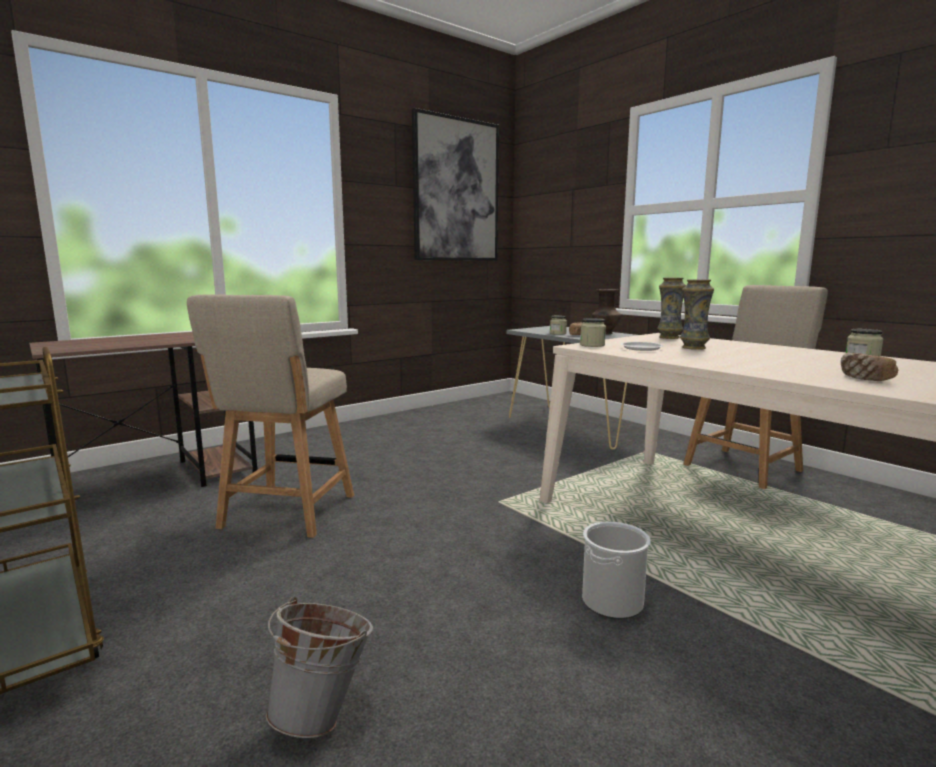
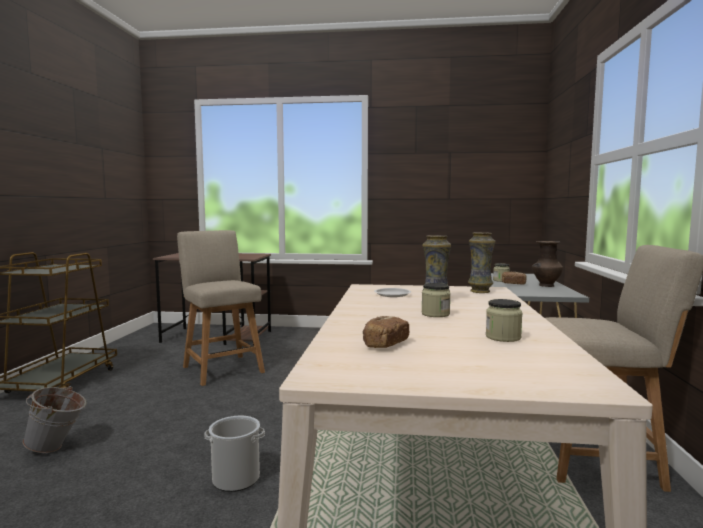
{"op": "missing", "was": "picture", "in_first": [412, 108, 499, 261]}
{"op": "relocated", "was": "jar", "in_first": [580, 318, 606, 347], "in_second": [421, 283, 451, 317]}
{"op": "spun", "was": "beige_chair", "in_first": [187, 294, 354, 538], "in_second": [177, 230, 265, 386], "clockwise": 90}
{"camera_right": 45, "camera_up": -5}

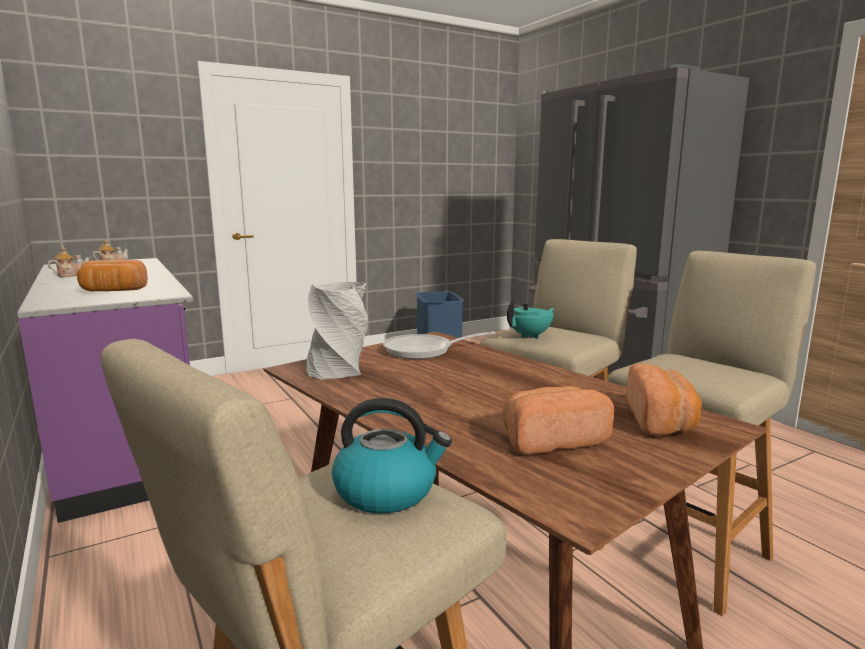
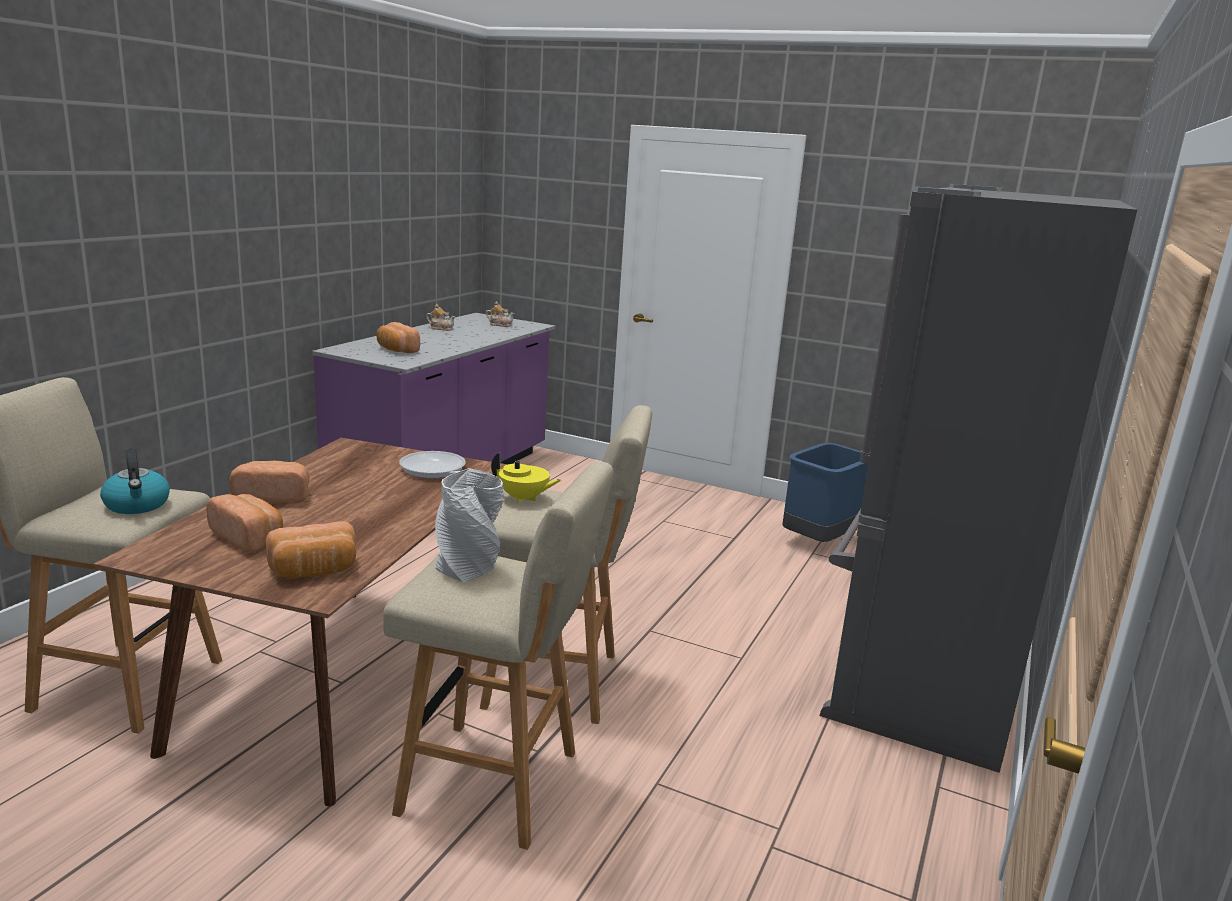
{"op": "appeared", "now": "bread", "in_second": [229, 461, 309, 504]}
{"op": "relocated", "was": "grey_vase", "in_first": [307, 282, 368, 380], "in_second": [435, 468, 503, 582]}
{"op": "colour", "was": "turquoise_teapot", "now": "yellow_teapot", "in_first": [507, 300, 554, 339], "in_second": [491, 452, 561, 503]}
{"camera_right": 55, "camera_up": 5}

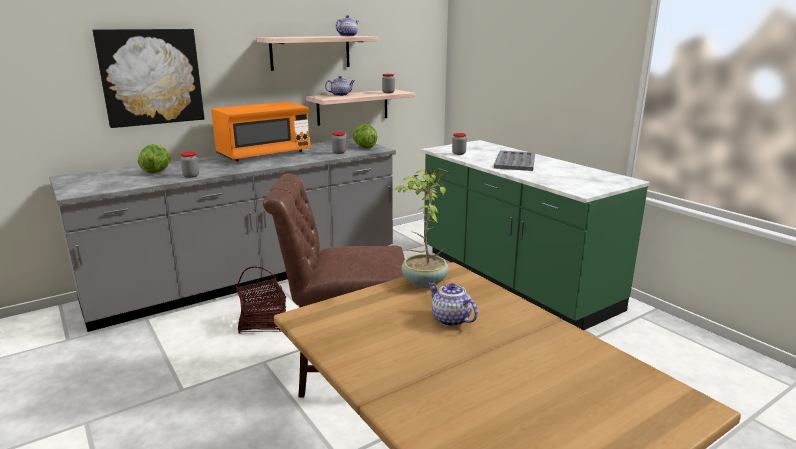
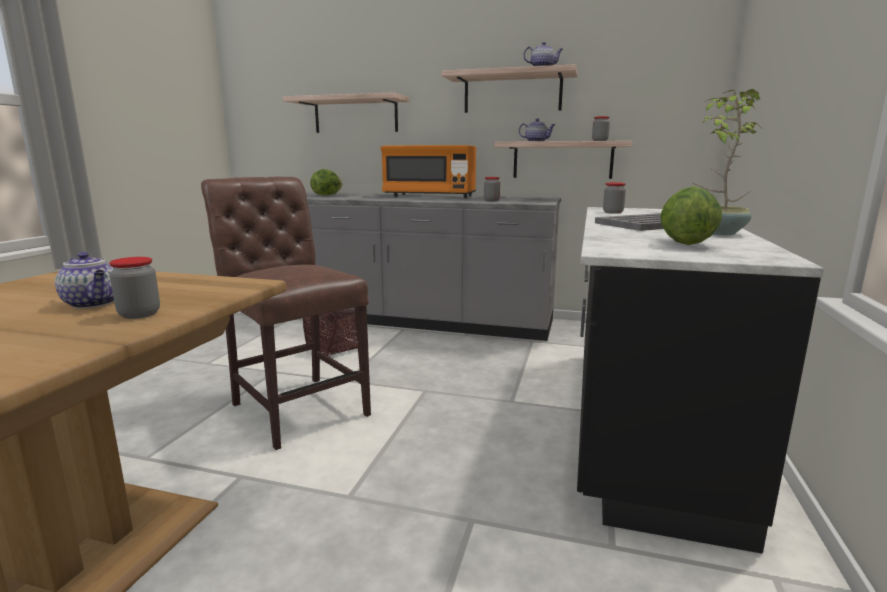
{"op": "relocated", "was": "jar", "in_first": [180, 152, 199, 178], "in_second": [109, 257, 160, 319]}
{"op": "relocated", "was": "lettuce", "in_first": [353, 124, 377, 148], "in_second": [660, 186, 722, 245]}
{"op": "relocated", "was": "potted_plant", "in_first": [395, 169, 449, 288], "in_second": [692, 89, 761, 235]}
{"op": "exchanged", "was": "picture", "now": "shelf", "in_first": [92, 29, 204, 128], "in_second": [283, 92, 409, 133]}
{"op": "colour", "was": "green_counter", "now": "black_counter", "in_first": [421, 140, 650, 330], "in_second": [577, 207, 824, 554]}
{"op": "spun", "was": "teapot", "in_first": [428, 282, 478, 327], "in_second": [55, 252, 114, 308], "clockwise": 120}
{"camera_right": 50, "camera_up": -5}

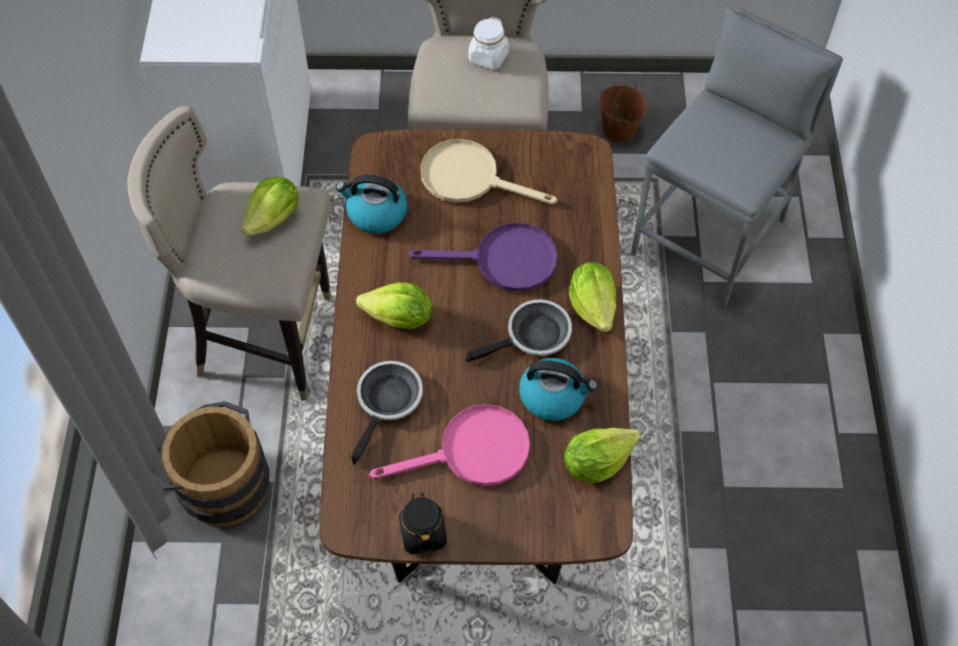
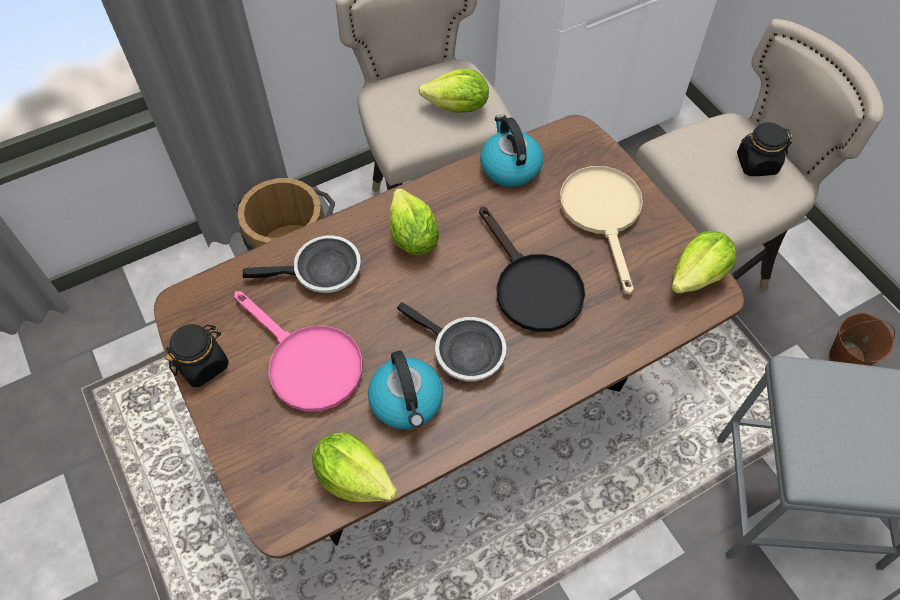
{"op": "relocated", "was": "lettuce", "in_first": [569, 262, 616, 332], "in_second": [671, 231, 736, 293]}
{"op": "colour", "was": "purple_frying_pan", "now": "black_frying_pan", "in_first": [408, 223, 558, 292], "in_second": [479, 206, 585, 332]}
{"op": "colour", "was": "white_jar", "now": "black_jar", "in_first": [469, 17, 509, 70], "in_second": [737, 122, 792, 176]}
{"camera_right": 60, "camera_up": 0}

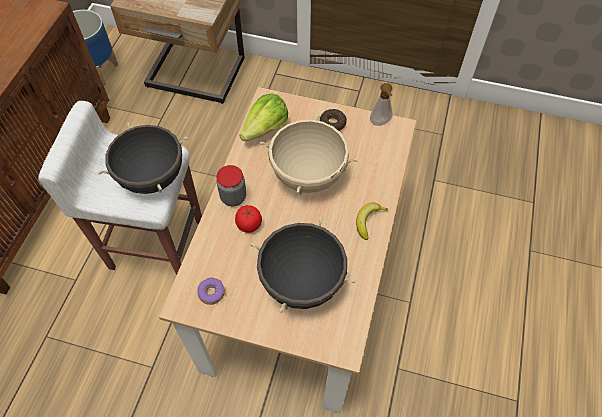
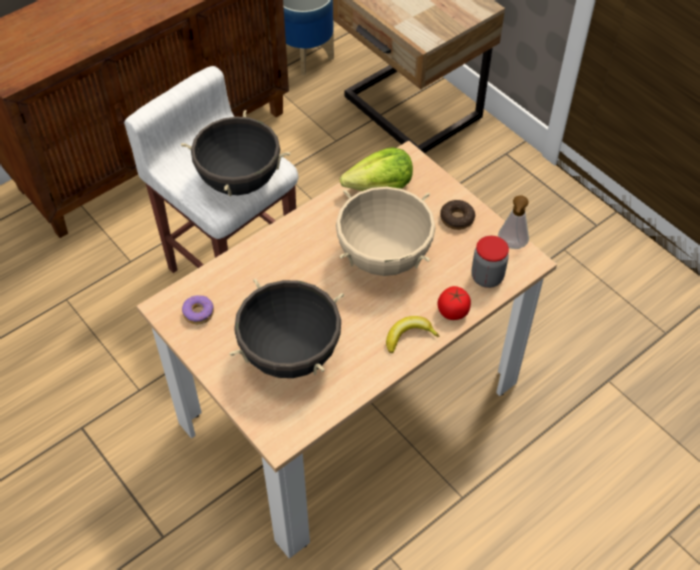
{"op": "relocated", "was": "jar", "in_first": [216, 165, 246, 206], "in_second": [471, 236, 509, 288]}
{"op": "relocated", "was": "tomato", "in_first": [235, 205, 262, 233], "in_second": [437, 286, 471, 320]}
{"camera_right": 35, "camera_up": -5}

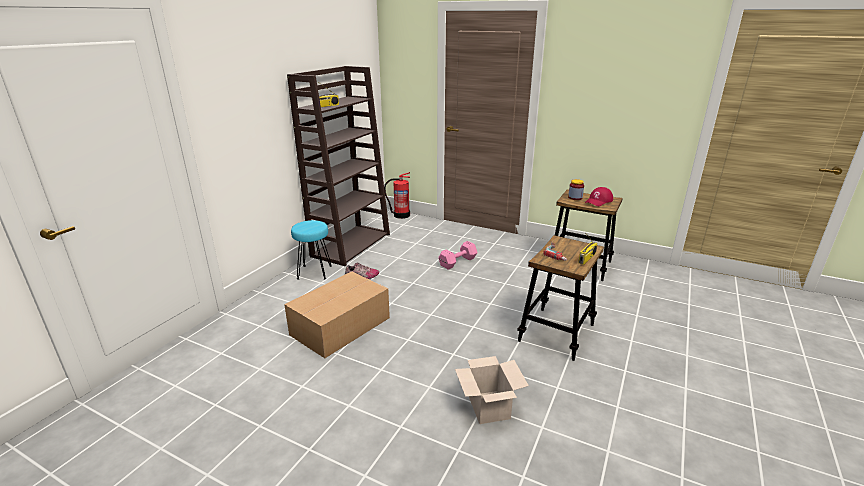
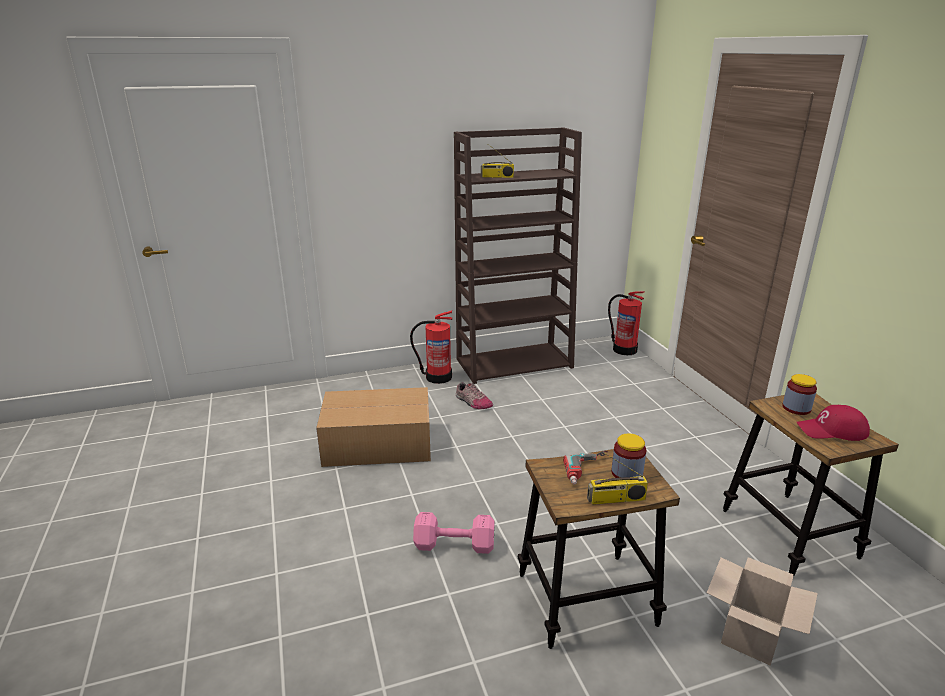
{"op": "appeared", "now": "jar", "in_second": [611, 434, 646, 478]}
{"op": "relocated", "was": "pink_dumbbell", "in_first": [438, 241, 477, 270], "in_second": [413, 512, 495, 554]}
{"op": "relocated", "was": "cardboard_box", "in_first": [455, 356, 529, 424], "in_second": [707, 557, 818, 666]}
{"op": "exchanged", "was": "turquoise_stool", "now": "fire_extinguisher", "in_first": [291, 220, 332, 280], "in_second": [410, 310, 452, 384]}
{"camera_right": 45, "camera_up": 0}

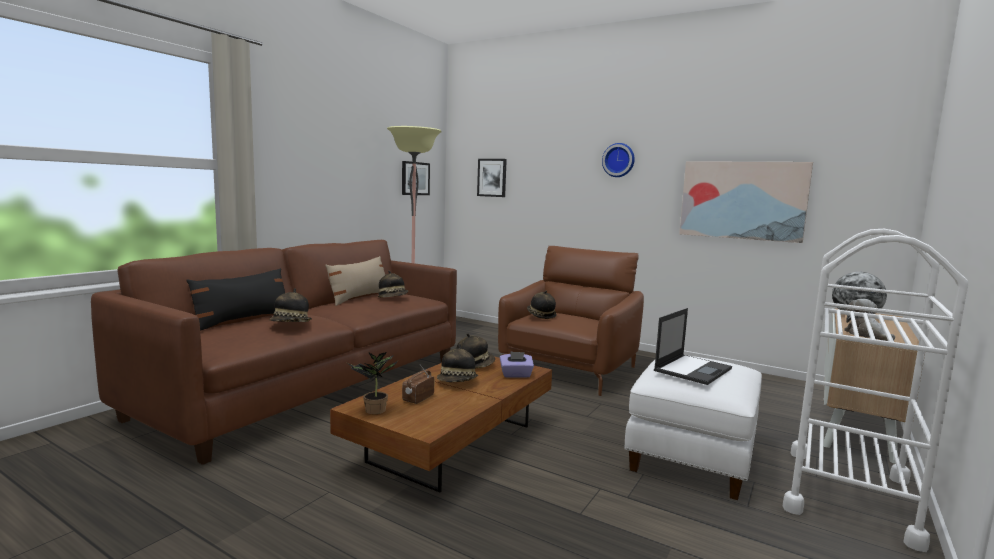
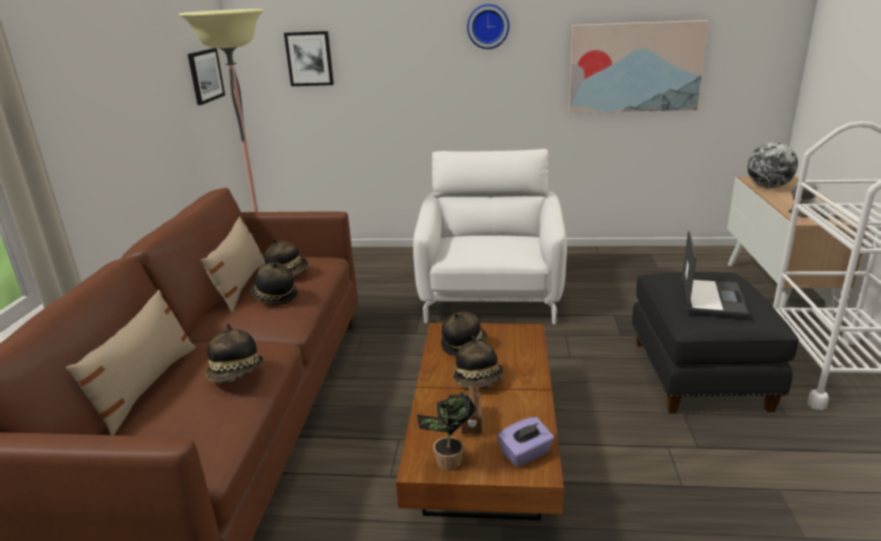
{"op": "relocated", "was": "purple_tissue_box", "in_first": [500, 351, 534, 378], "in_second": [497, 417, 554, 467]}
{"op": "relocated", "was": "hat", "in_first": [527, 291, 557, 319], "in_second": [251, 262, 298, 305]}
{"op": "colour", "was": "black_pillow", "now": "beige_pillow", "in_first": [186, 268, 285, 331], "in_second": [66, 290, 196, 435]}
{"op": "colour", "was": "brown_armchair", "now": "white_armchair", "in_first": [498, 246, 644, 396], "in_second": [413, 149, 567, 325]}
{"op": "colour", "was": "white_ottoman", "now": "black_ottoman", "in_first": [624, 356, 762, 500], "in_second": [632, 272, 799, 413]}
{"camera_right": -25, "camera_up": 15}

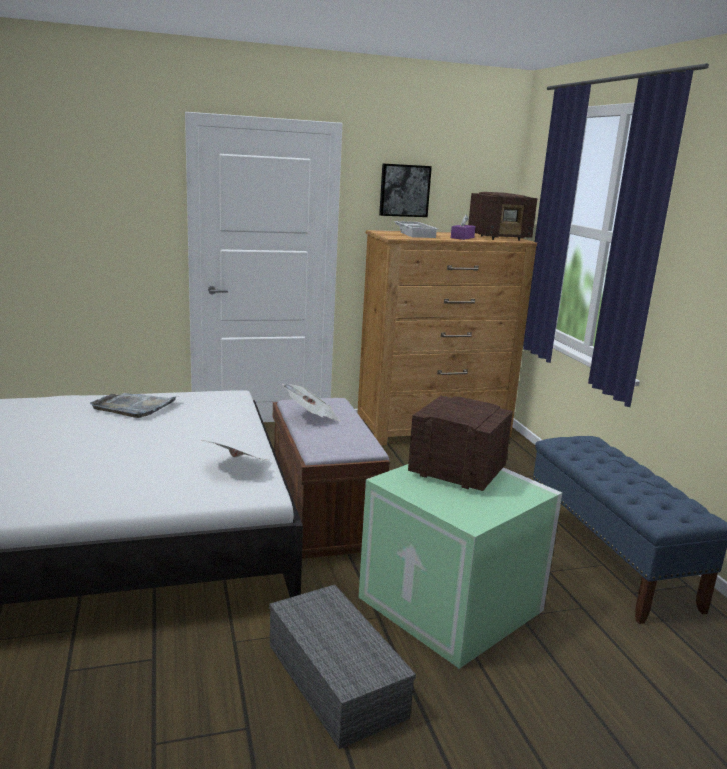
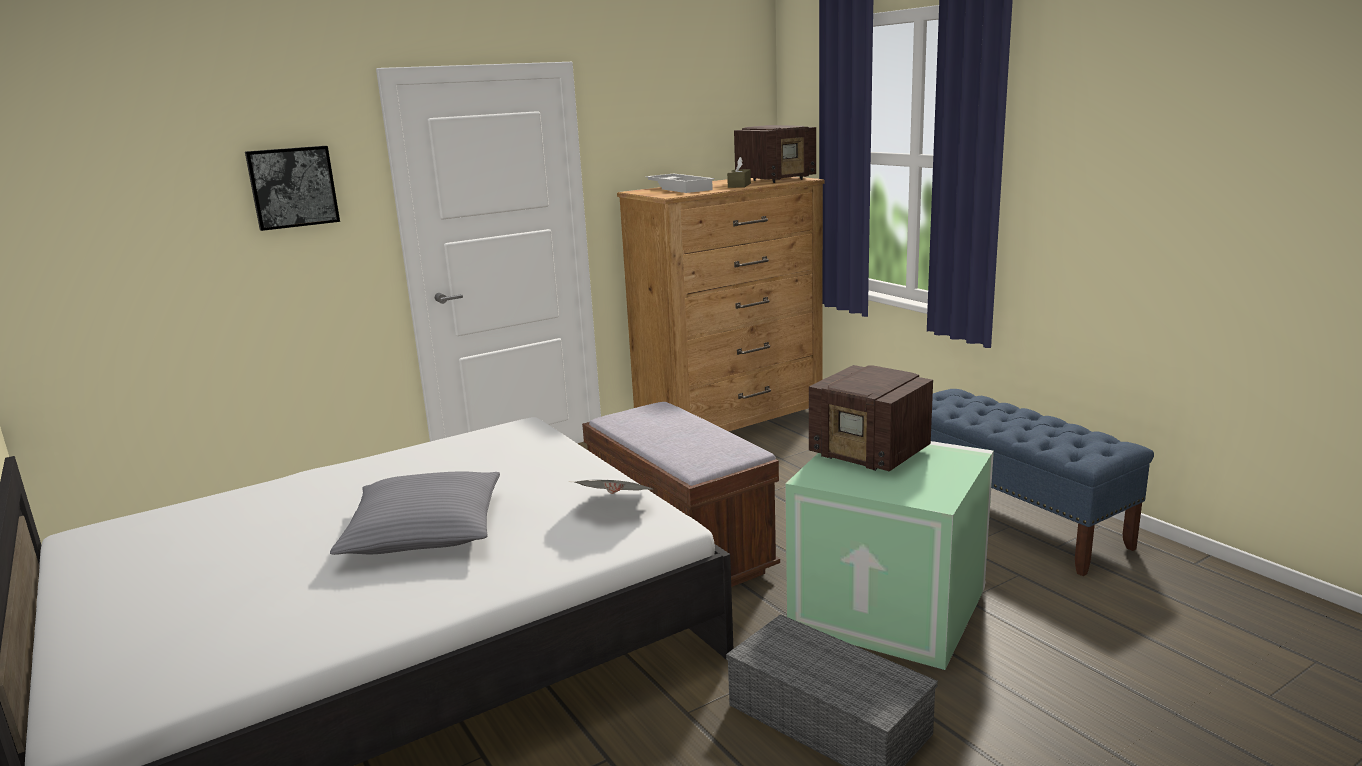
{"op": "missing", "was": "grey_tray", "in_first": [90, 393, 179, 418]}
{"op": "missing", "was": "newspaper", "in_first": [282, 384, 340, 421]}
{"op": "appeared", "now": "grey_pillow", "in_second": [330, 471, 500, 555]}
{"op": "relocated", "was": "picture", "in_first": [379, 163, 432, 217], "in_second": [245, 146, 340, 231]}
{"op": "colour", "was": "purple_tissue_box", "now": "brown_tissue_box", "in_first": [451, 215, 476, 240], "in_second": [727, 157, 751, 188]}
{"op": "spun", "was": "radio", "in_first": [408, 396, 513, 491], "in_second": [809, 365, 933, 471], "clockwise": -150}
{"camera_right": -15, "camera_up": 0}

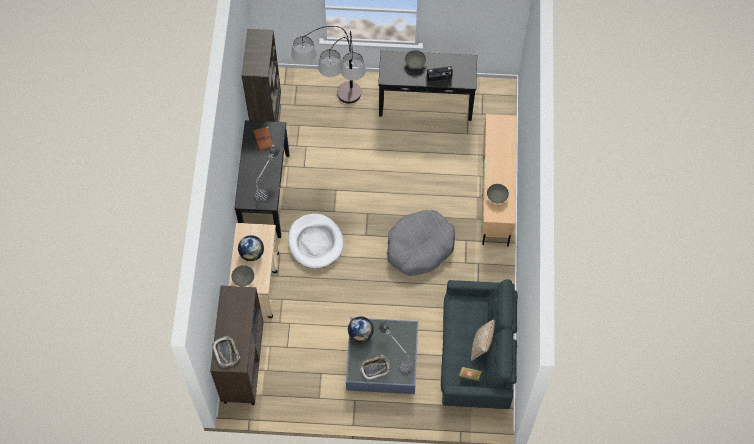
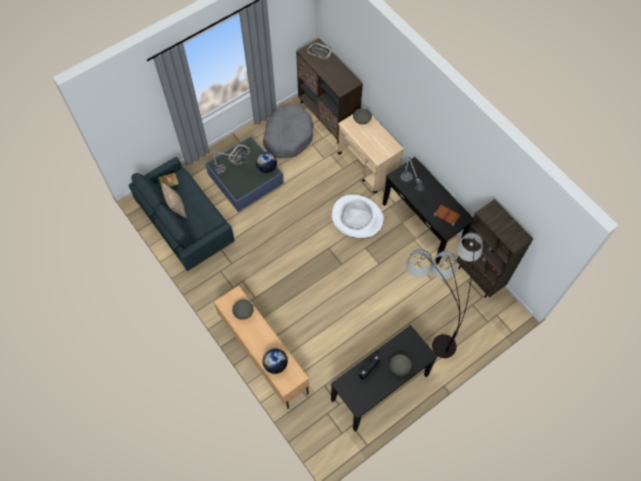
{"op": "relocated", "was": "globe", "in_first": [238, 235, 264, 261], "in_second": [262, 348, 288, 374]}
{"op": "relocated", "was": "grey_dog_bed", "in_first": [387, 210, 455, 276], "in_second": [263, 104, 314, 159]}
{"camera_right": 140, "camera_up": 0}

